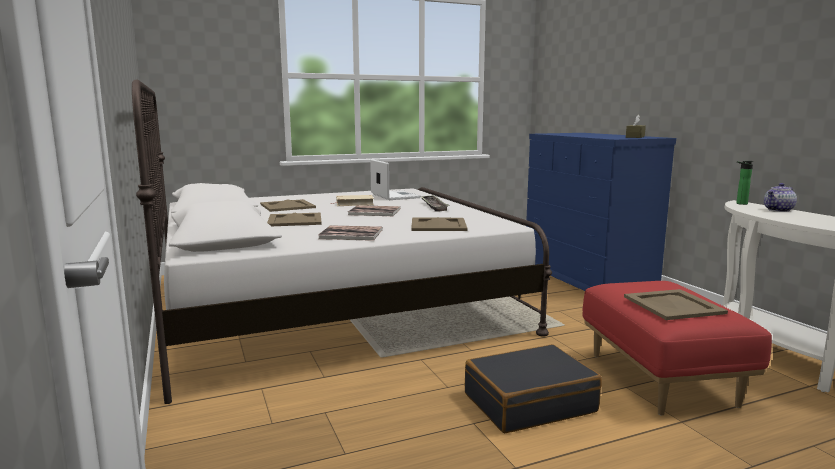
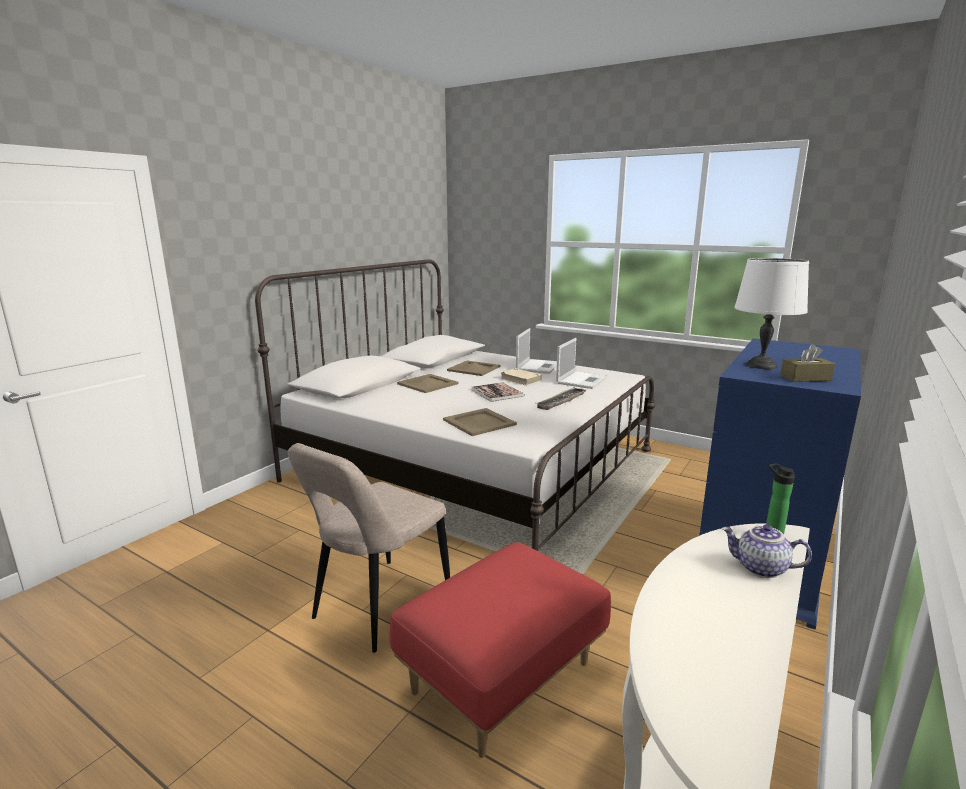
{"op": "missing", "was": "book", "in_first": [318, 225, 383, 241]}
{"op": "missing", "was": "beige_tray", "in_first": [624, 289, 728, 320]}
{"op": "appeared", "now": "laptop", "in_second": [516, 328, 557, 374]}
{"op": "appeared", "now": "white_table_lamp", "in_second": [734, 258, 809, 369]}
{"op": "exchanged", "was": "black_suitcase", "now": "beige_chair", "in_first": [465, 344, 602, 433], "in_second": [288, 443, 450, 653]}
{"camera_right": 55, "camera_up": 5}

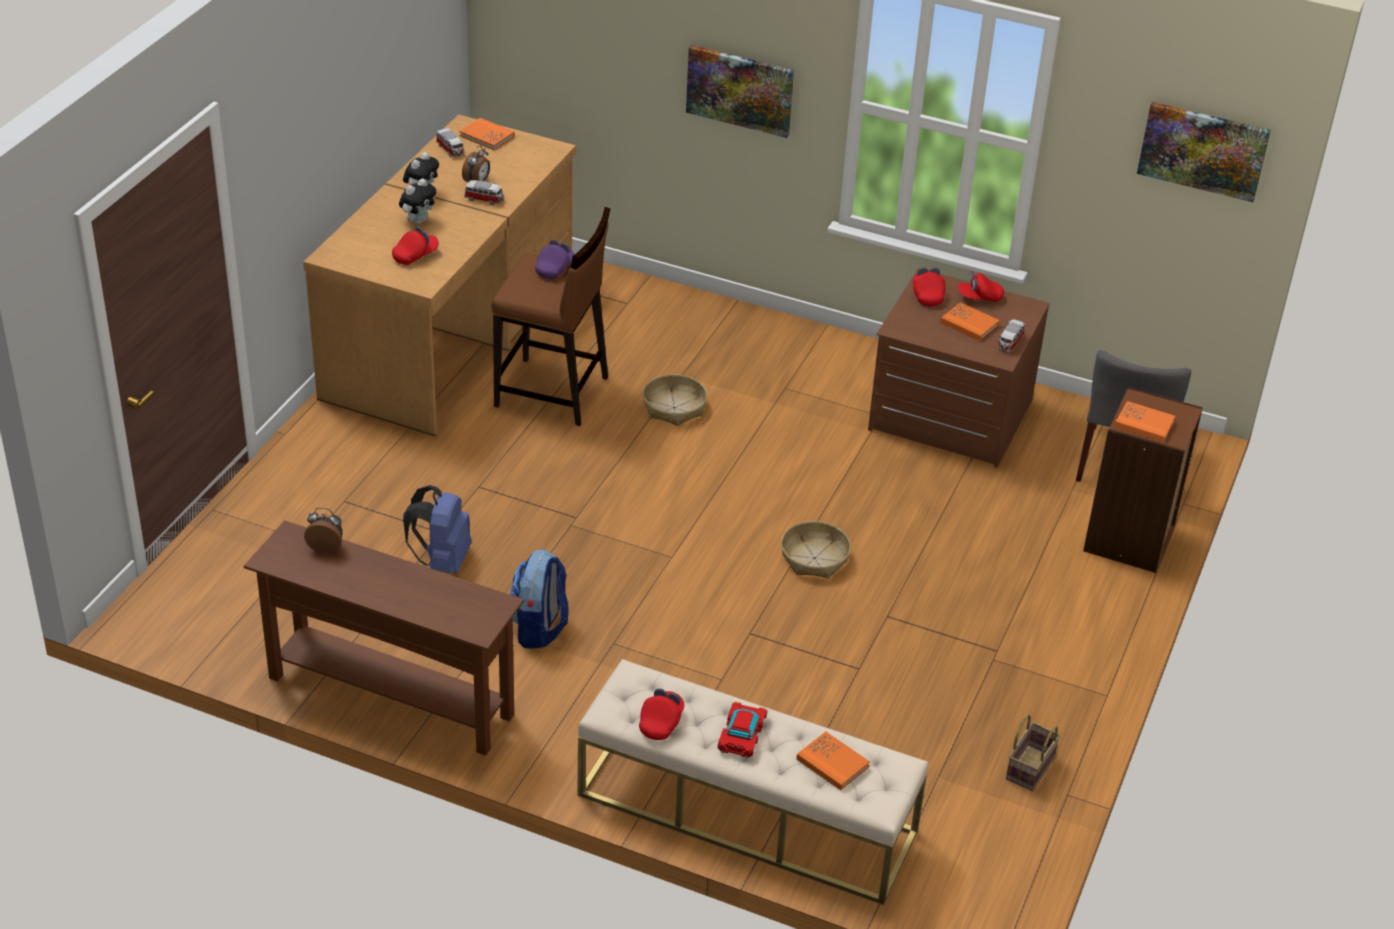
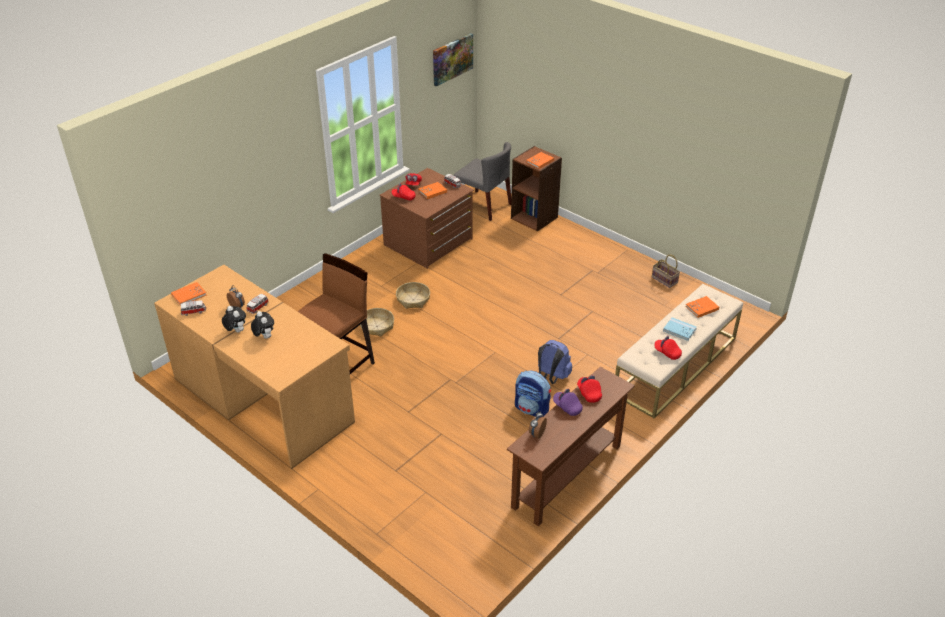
{"op": "missing", "was": "picture", "in_first": [686, 45, 794, 138]}
{"op": "relocated", "was": "red_cap", "in_first": [392, 226, 439, 265], "in_second": [577, 375, 602, 403]}
{"op": "relocated", "was": "blue_backpack", "in_first": [403, 485, 472, 573], "in_second": [538, 340, 572, 384]}
{"op": "relocated", "was": "purple_cap", "in_first": [535, 239, 574, 279], "in_second": [553, 389, 583, 416]}
{"op": "relocated", "was": "basket", "in_first": [781, 521, 851, 579], "in_second": [396, 282, 430, 309]}
{"op": "exchanged", "was": "toy_car", "now": "blue_book", "in_first": [718, 701, 768, 759], "in_second": [663, 317, 697, 341]}
{"camera_right": -70, "camera_up": 0}

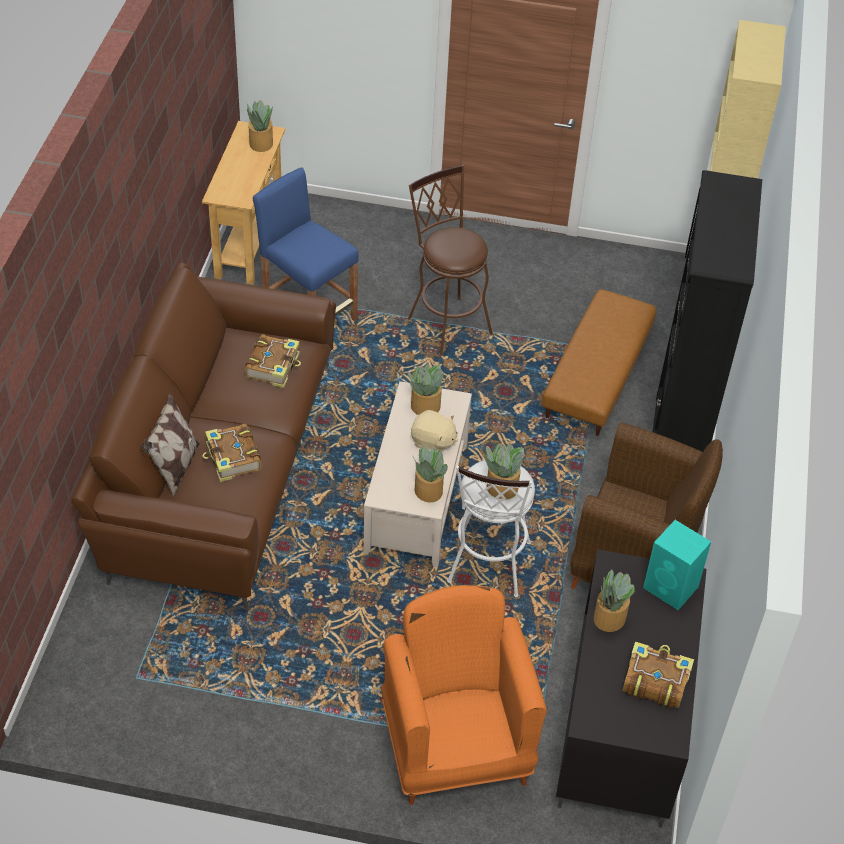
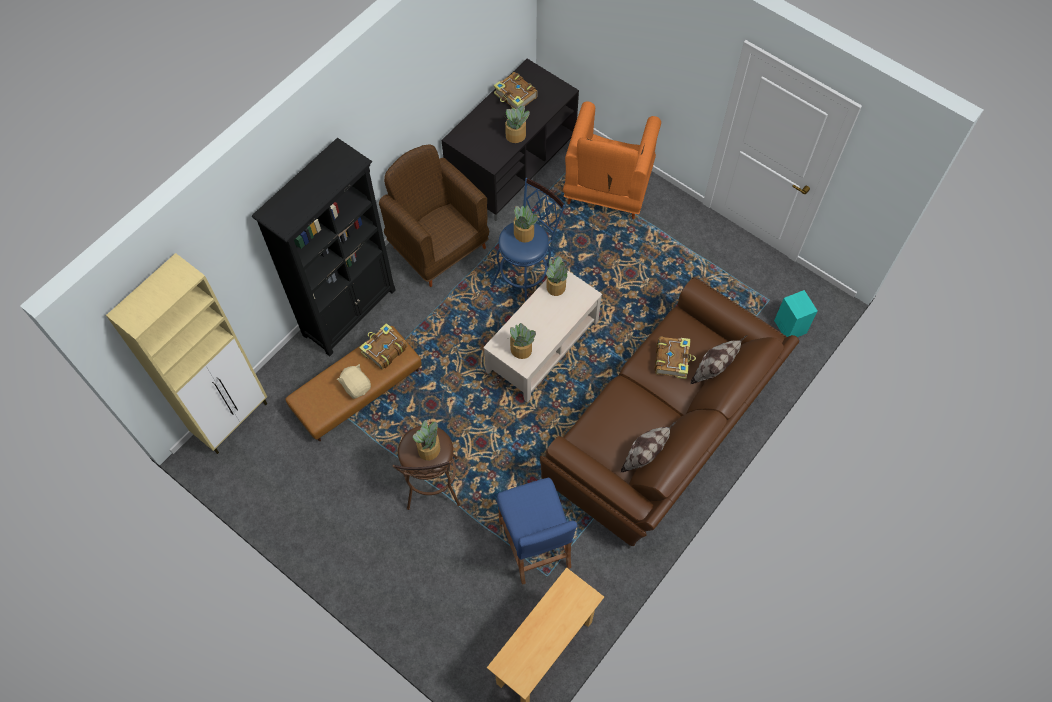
{"op": "appeared", "now": "pillow", "in_second": [621, 422, 676, 472]}
{"op": "relocated", "was": "book", "in_first": [245, 335, 301, 388], "in_second": [359, 323, 408, 370]}
{"op": "relocated", "was": "potted_plant", "in_first": [247, 100, 273, 152], "in_second": [413, 420, 440, 461]}
{"op": "relocated", "was": "beige_plush_toy", "in_first": [411, 410, 458, 453], "in_second": [337, 364, 371, 399]}
{"op": "relocated", "was": "turquoise_speaker", "in_first": [643, 520, 711, 610], "in_second": [774, 290, 818, 337]}
{"op": "colour", "was": "white_stool", "now": "blue_stool", "in_first": [447, 460, 535, 597], "in_second": [490, 178, 565, 302]}
{"camera_right": -150, "camera_up": 15}

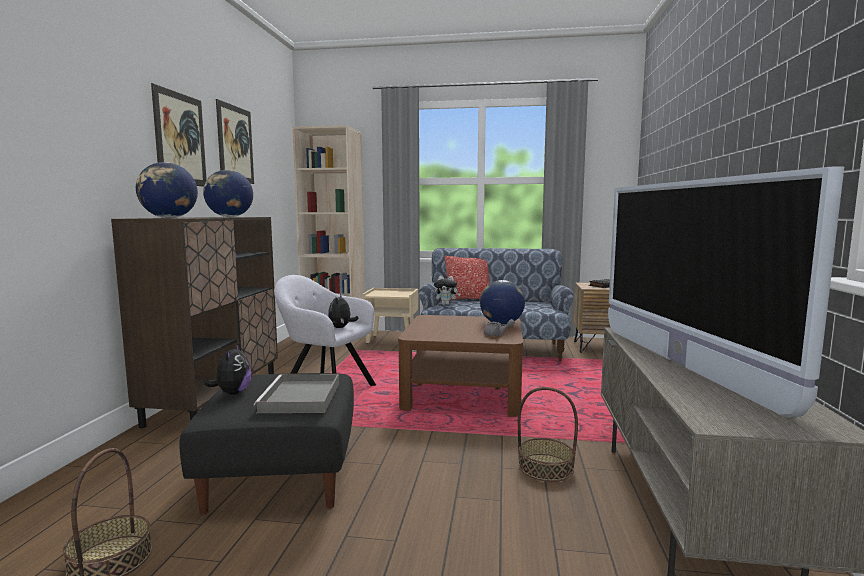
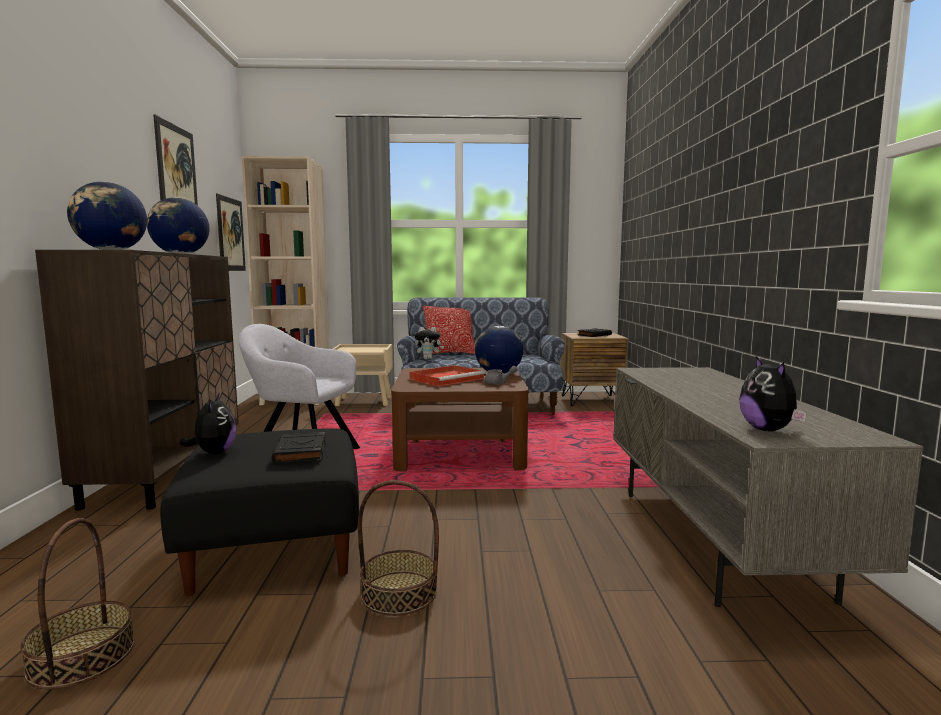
{"op": "missing", "was": "television", "in_first": [608, 166, 844, 417]}
{"op": "appeared", "now": "red_tray", "in_second": [409, 365, 485, 387]}
{"op": "relocated", "was": "picture", "in_first": [151, 83, 207, 187], "in_second": [216, 194, 246, 271]}
{"op": "relocated", "was": "plush_toy", "in_first": [328, 294, 359, 328], "in_second": [739, 356, 807, 431]}
{"op": "relocated", "was": "basket", "in_first": [518, 387, 578, 482], "in_second": [358, 480, 439, 616]}
{"op": "exchanged", "was": "grey_tray", "now": "black_book", "in_first": [254, 374, 339, 413], "in_second": [271, 432, 325, 464]}
{"camera_right": -10, "camera_up": 0}

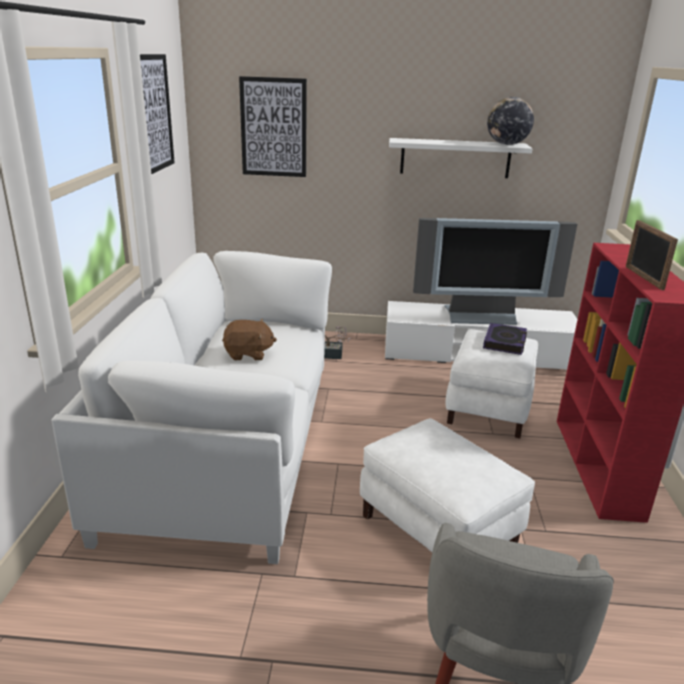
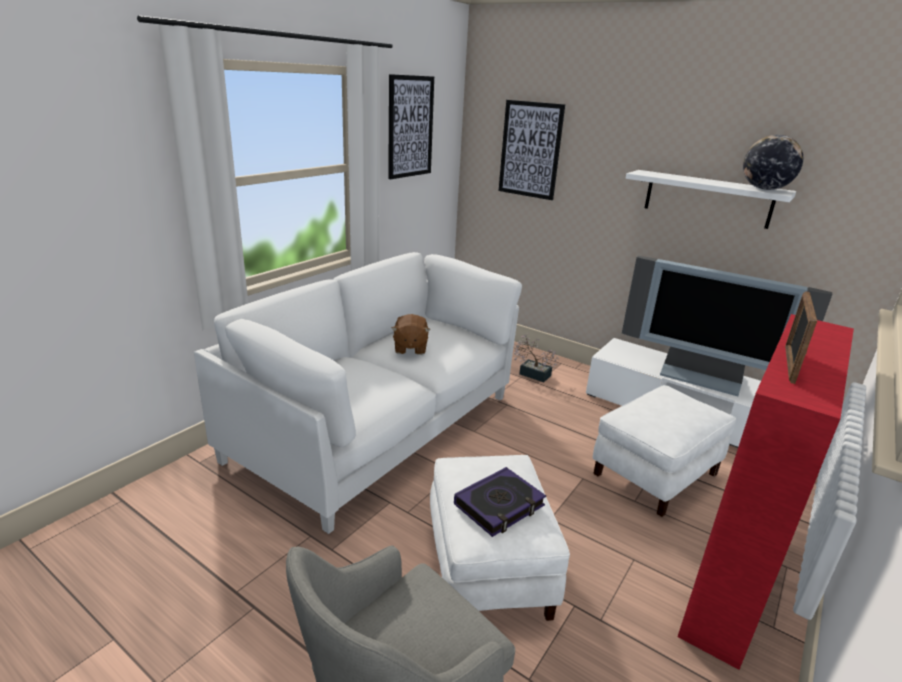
{"op": "relocated", "was": "book", "in_first": [483, 323, 527, 355], "in_second": [454, 467, 546, 537]}
{"op": "spun", "was": "brown_plush_toy", "in_first": [222, 319, 277, 360], "in_second": [391, 314, 430, 355], "clockwise": 60}
{"camera_right": 30, "camera_up": 0}

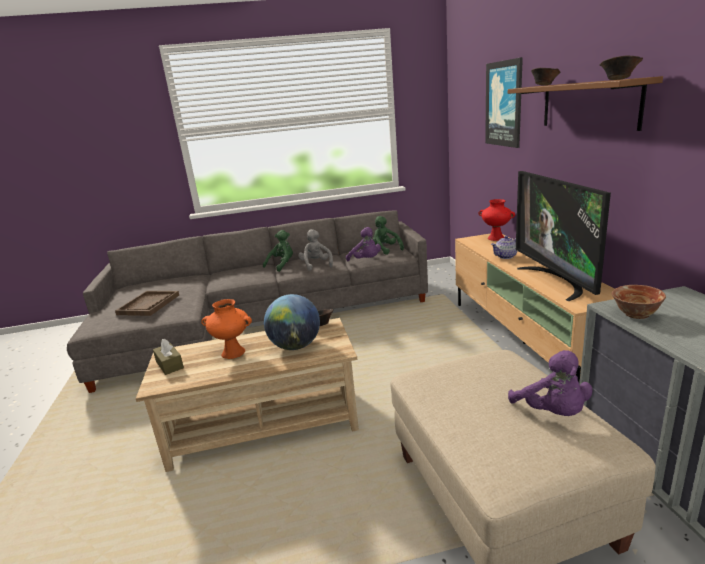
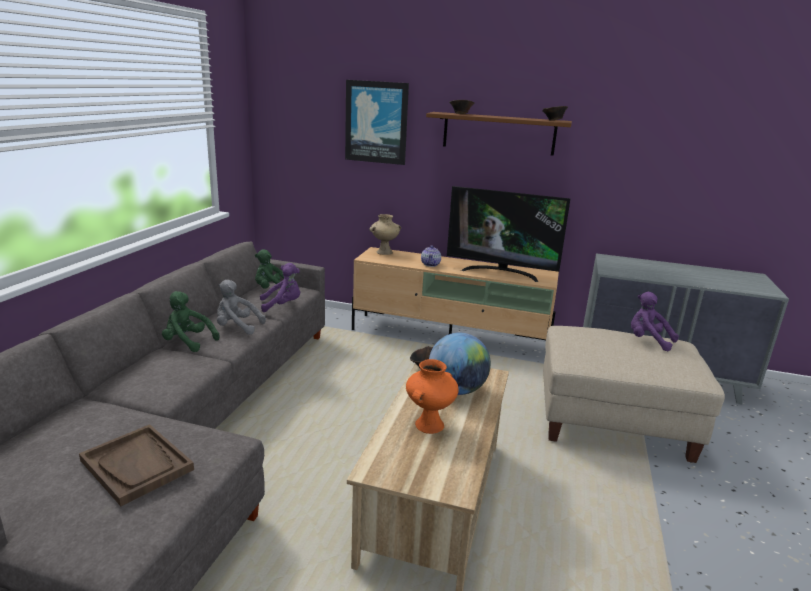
{"op": "missing", "was": "brown_tissue_box", "in_first": [153, 339, 184, 375]}
{"op": "missing", "was": "bowl", "in_first": [612, 285, 666, 319]}
{"op": "colour", "was": "red_vase", "now": "beige_vase", "in_first": [478, 199, 515, 241], "in_second": [369, 214, 401, 255]}
{"op": "spun", "was": "green_plush_toy", "in_first": [263, 230, 293, 272], "in_second": [162, 291, 220, 352], "clockwise": -45}
{"op": "spun", "was": "purple_plush_toy", "in_first": [508, 350, 592, 416], "in_second": [631, 292, 679, 351], "clockwise": -150}
{"camera_right": -65, "camera_up": 0}

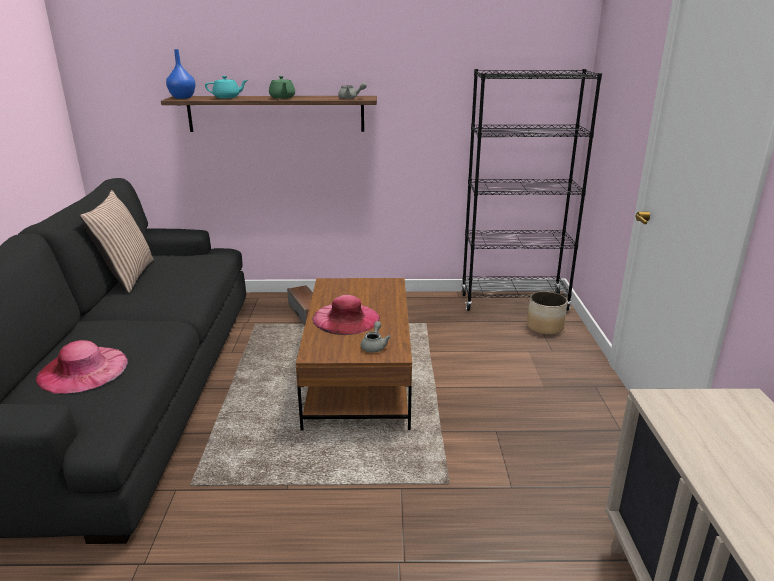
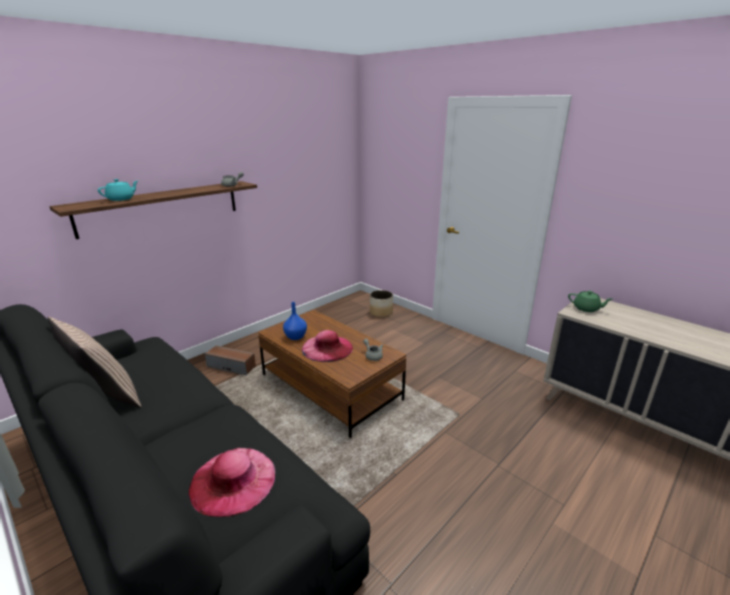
{"op": "missing", "was": "black_bookcase", "in_first": [461, 69, 602, 311]}
{"op": "relocated", "was": "blue_vase", "in_first": [166, 49, 196, 99], "in_second": [283, 302, 307, 340]}
{"op": "relocated", "was": "green_teapot", "in_first": [269, 76, 295, 98], "in_second": [568, 291, 613, 312]}
{"camera_right": -45, "camera_up": 0}

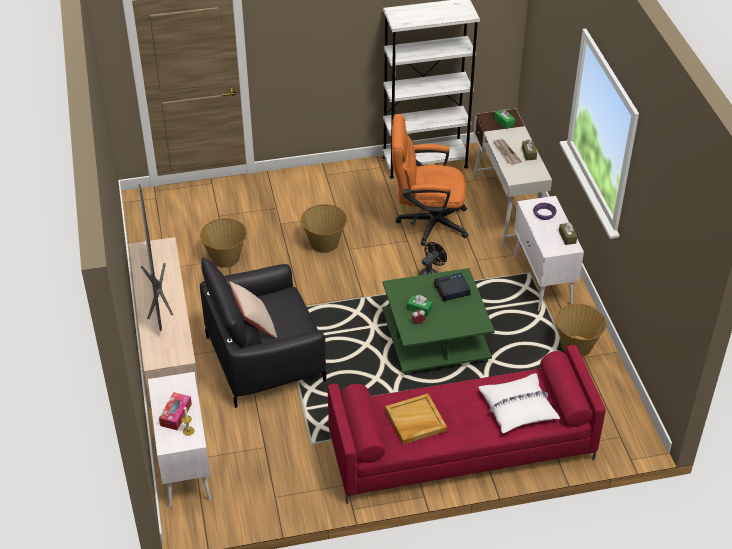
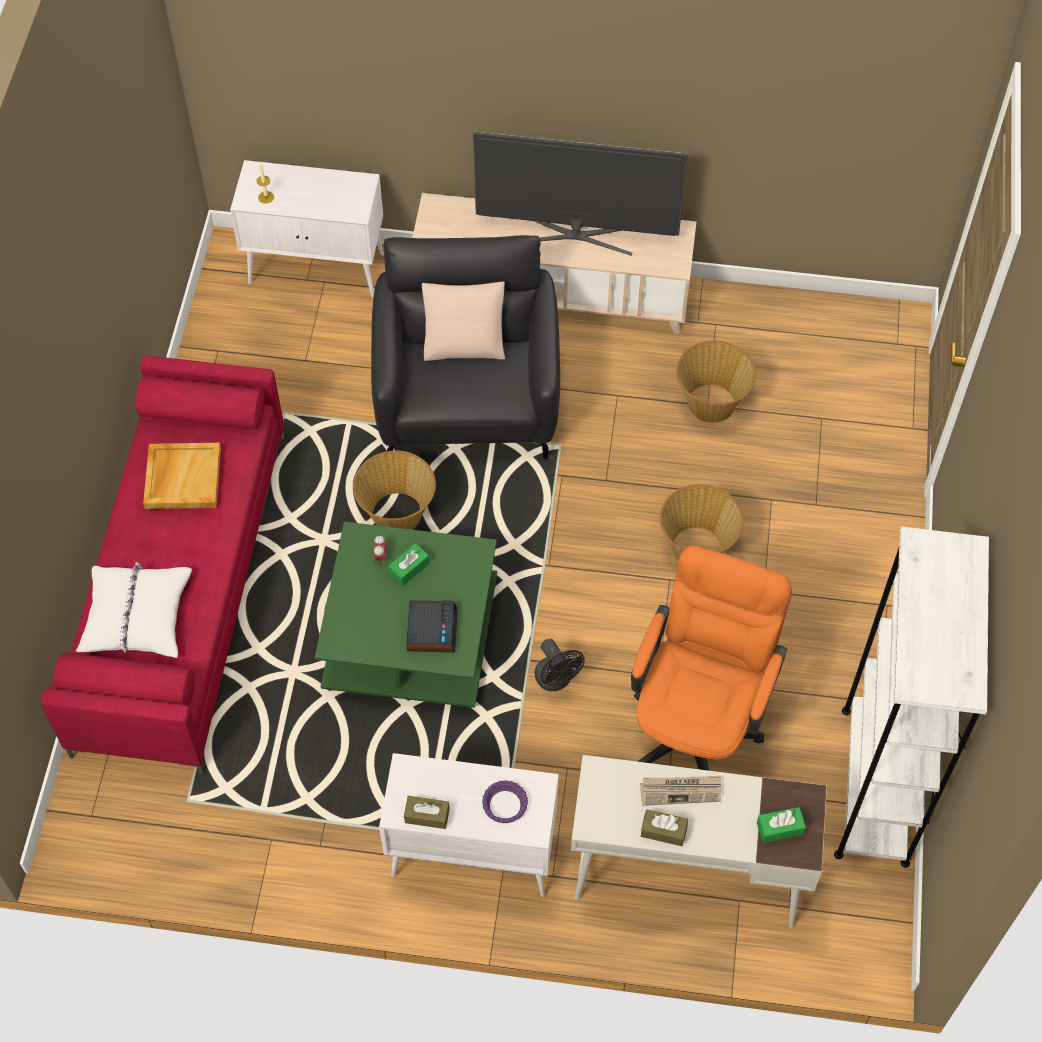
{"op": "missing", "was": "tissue_box", "in_first": [159, 392, 192, 430]}
{"op": "relocated", "was": "basket", "in_first": [556, 304, 607, 357], "in_second": [353, 451, 436, 530]}
{"camera_right": 110, "camera_up": 15}

